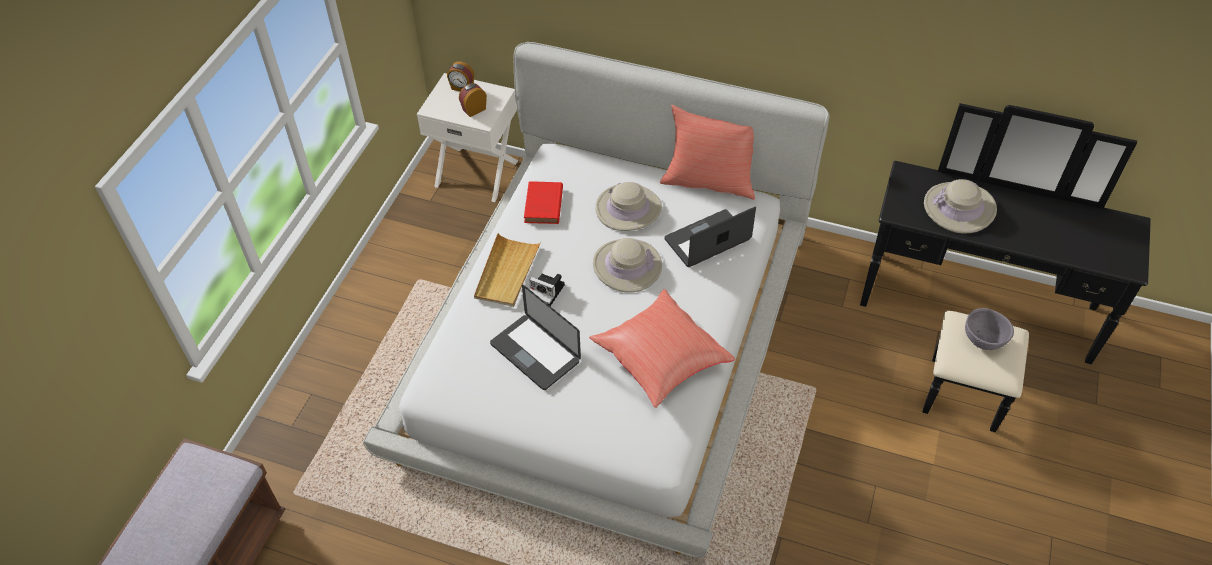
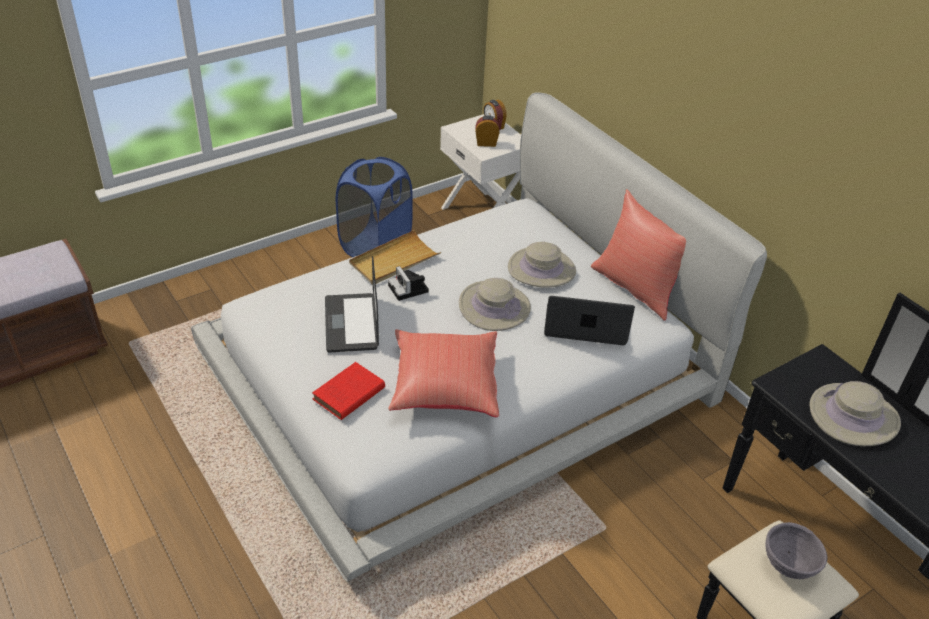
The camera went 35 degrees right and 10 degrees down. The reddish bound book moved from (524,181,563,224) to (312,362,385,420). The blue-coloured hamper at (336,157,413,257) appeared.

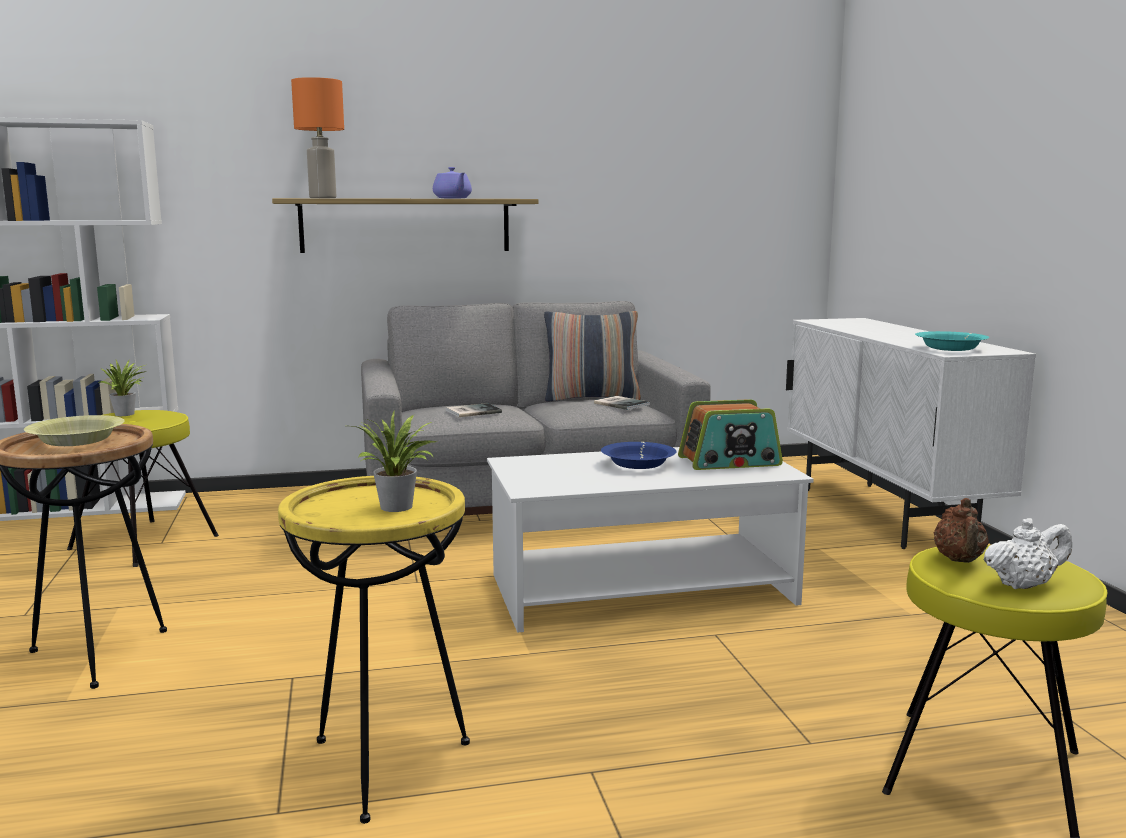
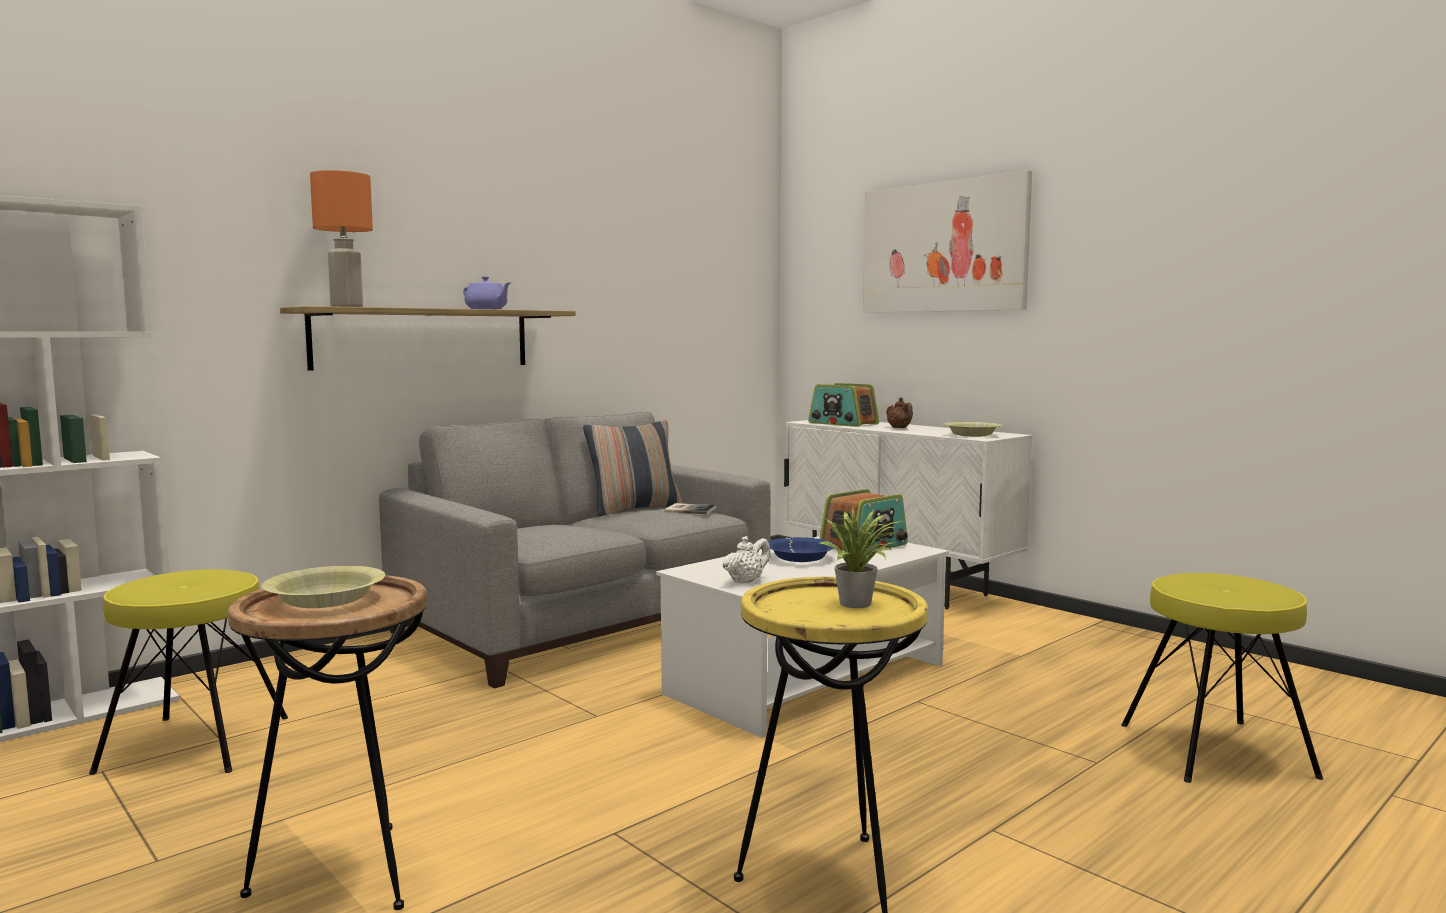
The camera went 30 degrees left and 5 degrees down. The houseplant at (98,360,146,416) disappeared. The bound book at (446,403,502,417) disappeared. The blue-green serving bowl at (915,331,989,351) became the yellow-coloured serving bowl at (944,422,1002,437). The brownish pot for tea moved from (934,498,989,563) to (886,397,913,428). The whitish pot for tea moved from (984,518,1072,589) to (723,536,771,584). The radio at (808,383,879,427) appeared. The wall art at (863,170,1032,313) appeared.

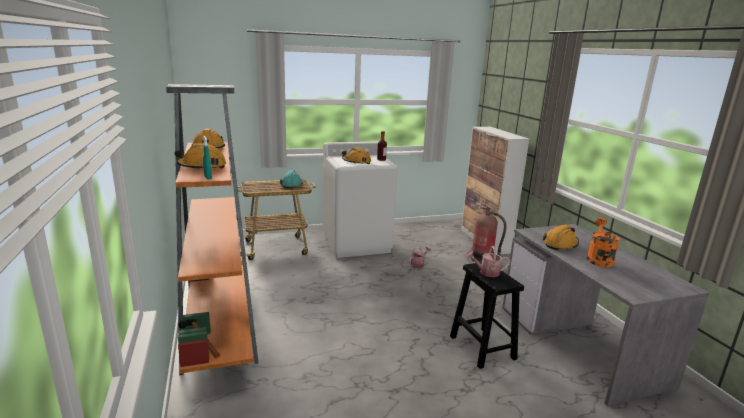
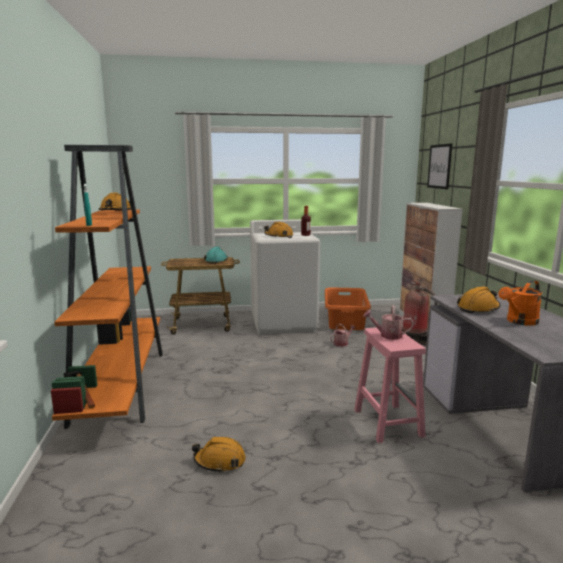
The camera went 10 degrees right and 5 degrees down. The orangey hard hat moved from (175,143,226,170) to (192,437,246,473). The black-coloured stool seat at (450,262,524,369) became the pink-coloured stool seat at (354,327,426,443). The orangey watering pot at (587,218,620,267) turned 150 degrees counterclockwise. The orangey hamper at (325,287,371,330) appeared. The wall art at (427,143,452,189) appeared.

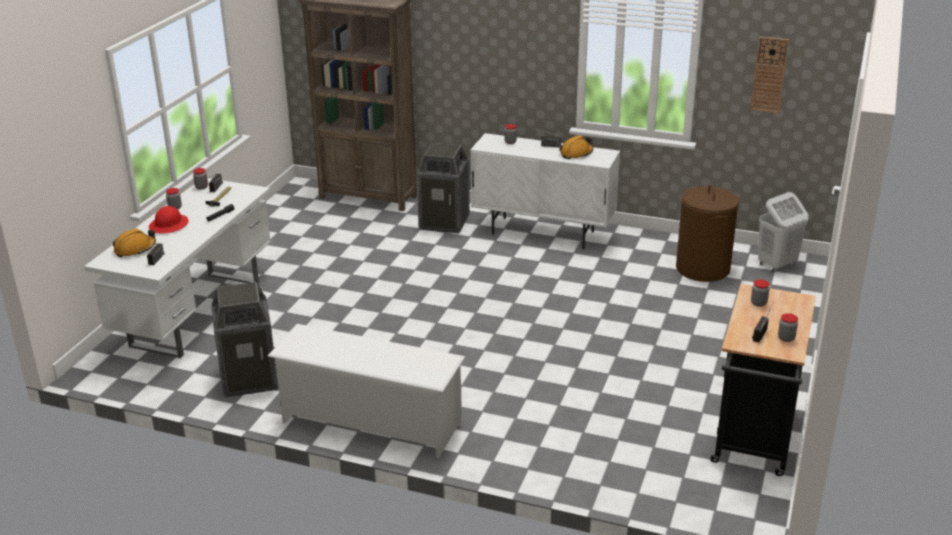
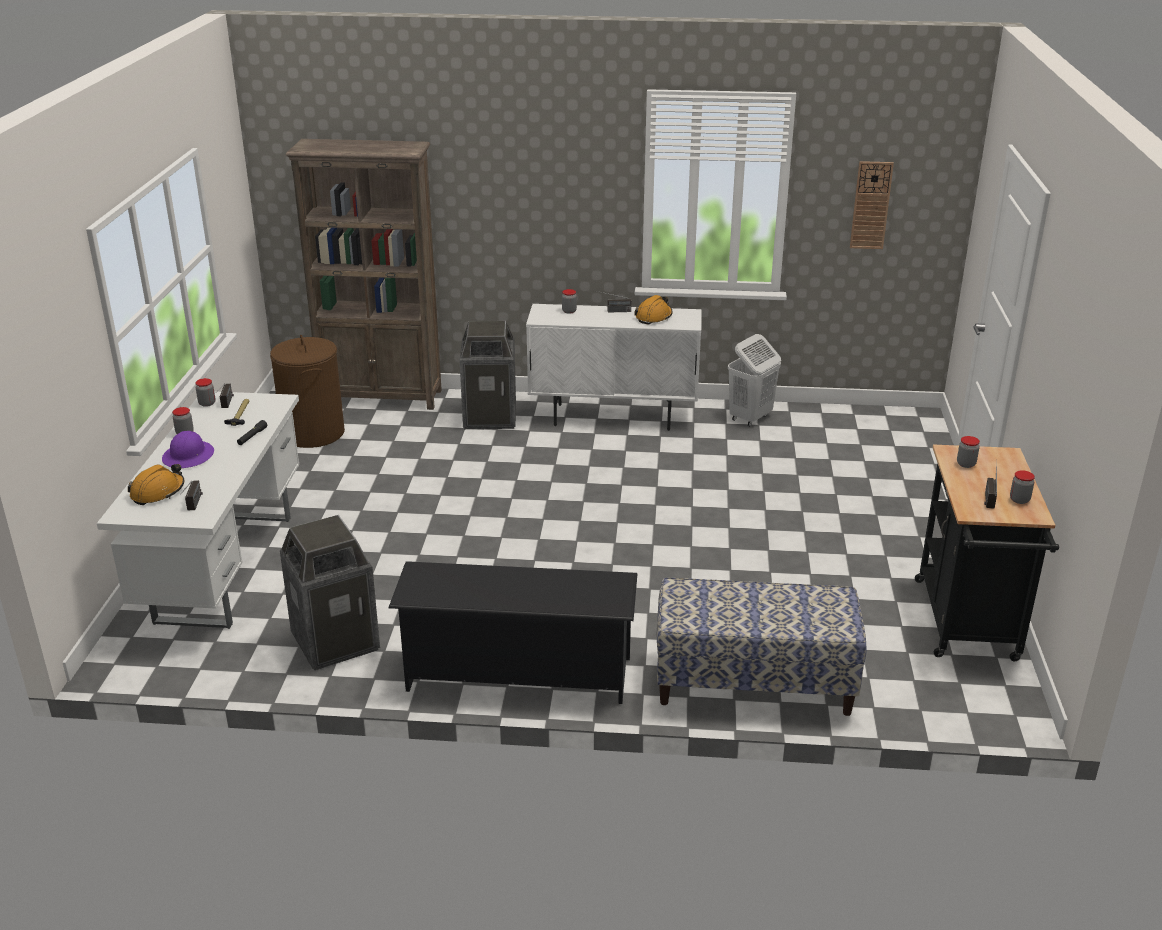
The camera went 15 degrees left and 0 degrees up. The reddish hard hat at (149,206,189,234) became the purple-coloured hard hat at (162,431,214,468). The whitish shoe stand at (268,324,465,458) became the black-coloured shoe stand at (388,561,637,704). The brownish hamper moved from (676,185,739,282) to (270,335,345,448). The whitish hamper moved from (758,192,809,272) to (728,334,781,426). The long seat at (657,578,867,716) appeared.

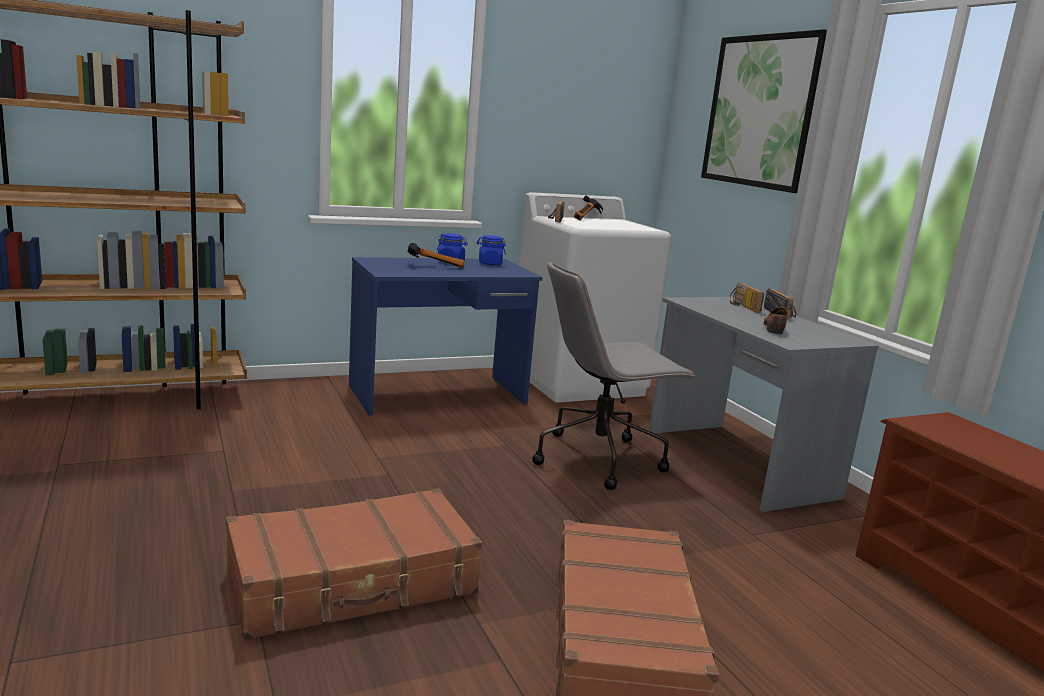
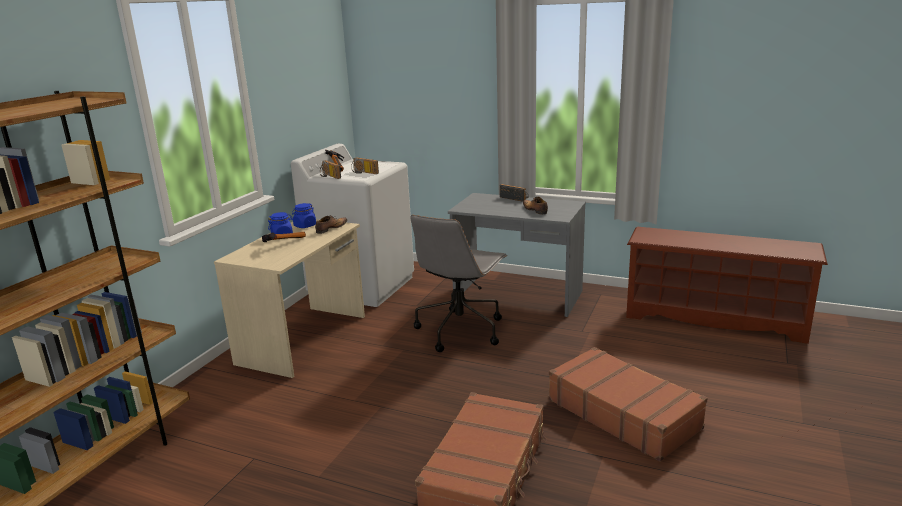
The camera went 40 degrees left and 5 degrees up. The blue-coloured desk table at (349,257,543,416) became the sand-coloured desk table at (214,219,365,378). The wall art at (701,29,827,193) disappeared. The radio moved from (730,283,764,313) to (351,157,379,174). The item of footwear at (315,215,348,234) appeared.

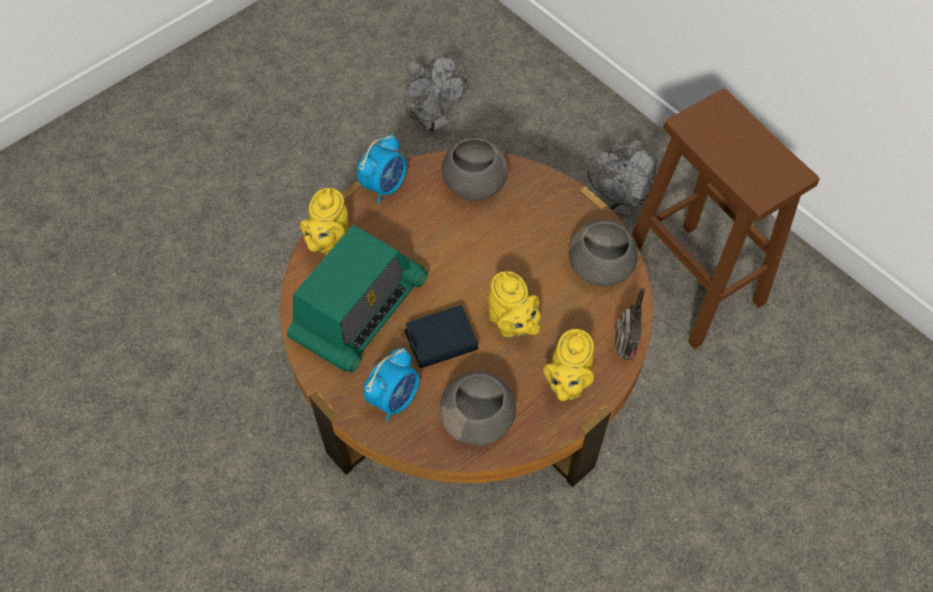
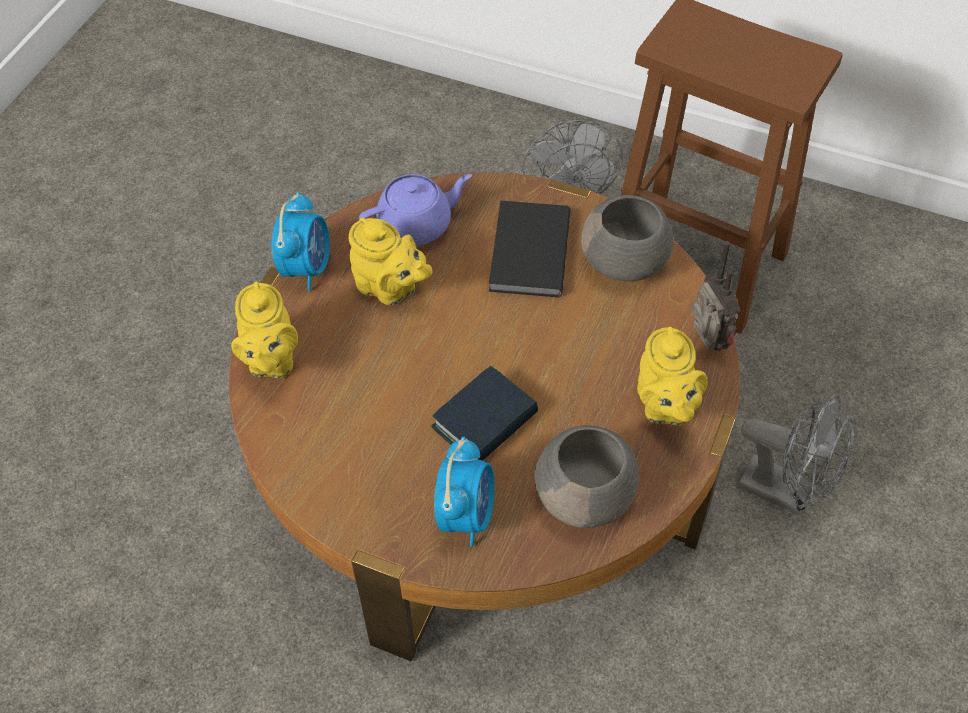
The camera went 25 degrees left and 5 degrees down. The radio at (287,225,428,373) disappeared. The grey cooling fan moved from (404,55,467,135) to (738,394,853,515). The grey serving bowl at (441,138,508,201) was replaced by the purple-coloured pot for tea at (359,174,472,246). The yellow-coloured pot for tea moved from (488,271,541,339) to (349,218,432,305). The black-coloured bound book at (489,201,570,297) appeared.

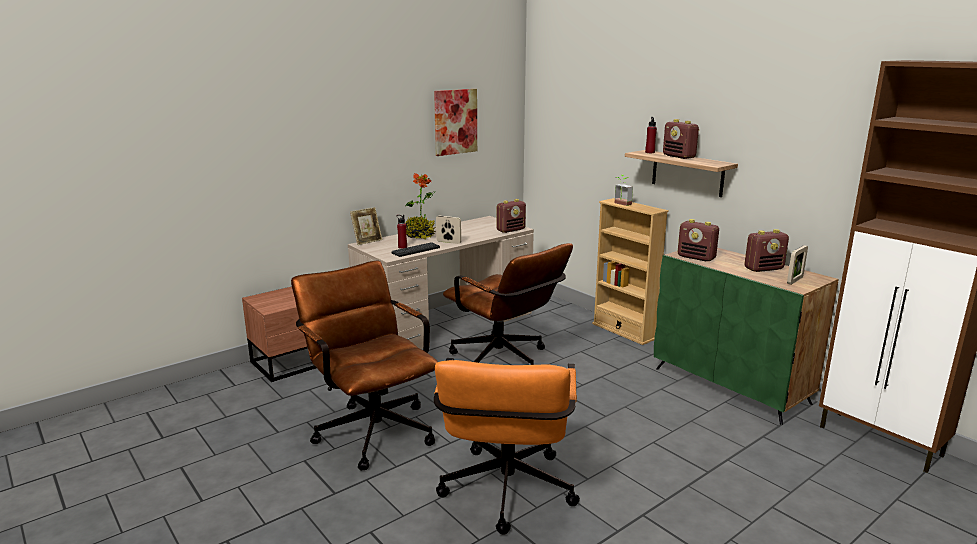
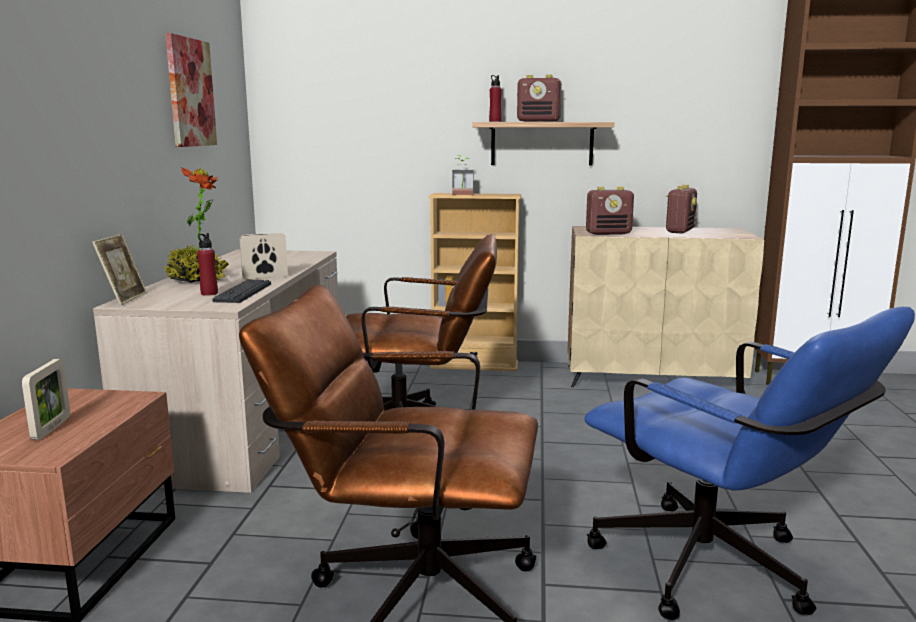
The camera went 45 degrees left and 5 degrees down. The orangey computer chair at (434,358,580,535) became the blue-coloured computer chair at (584,307,915,620). The radio at (496,199,526,233) disappeared. The green storage cabinet at (654,248,839,425) became the sand-coloured storage cabinet at (567,226,764,394). The picture frame moved from (787,245,808,285) to (22,359,70,440).

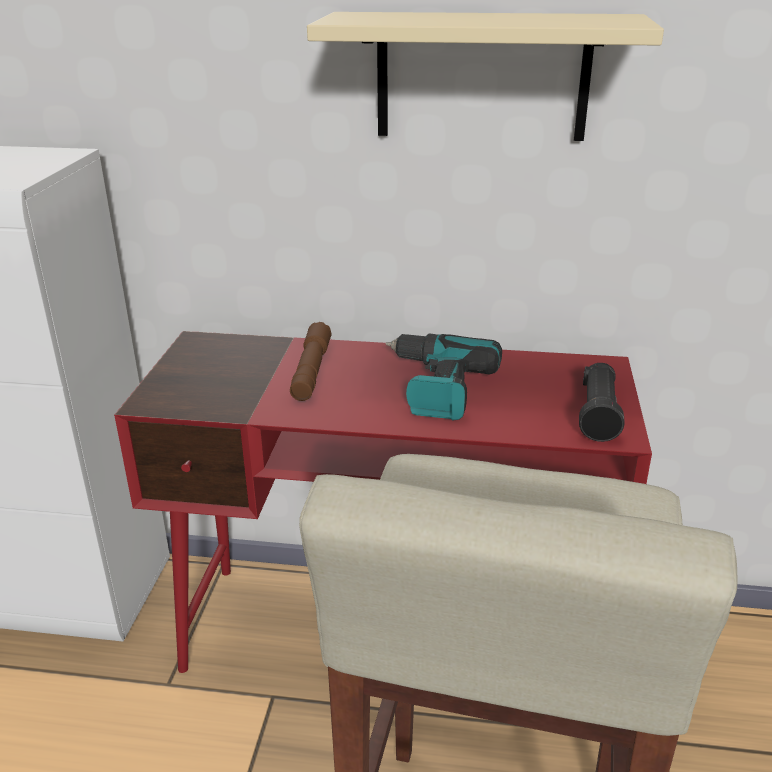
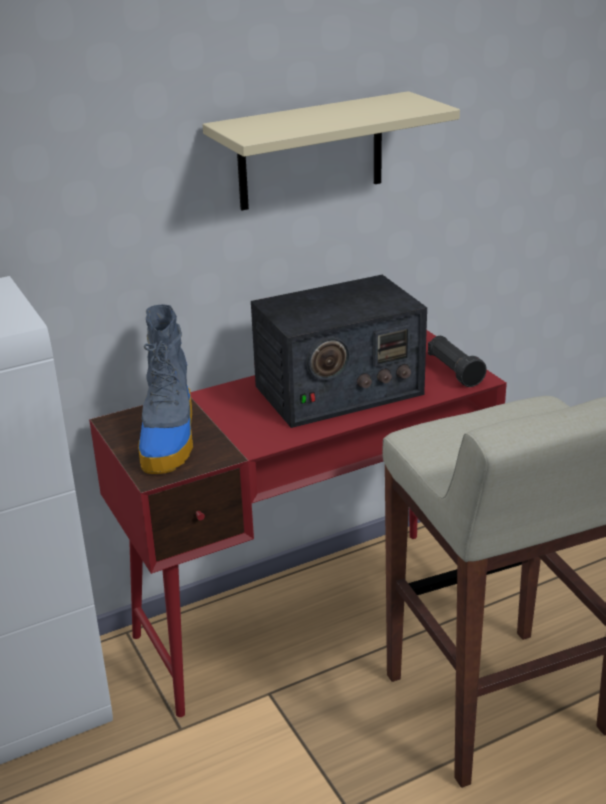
The camera went 35 degrees left and 0 degrees up. The brownish hand torch at (290,322,332,401) disappeared. The power drill at (386,333,502,420) was replaced by the radio at (251,275,427,428). The boot at (138,304,193,474) appeared.

